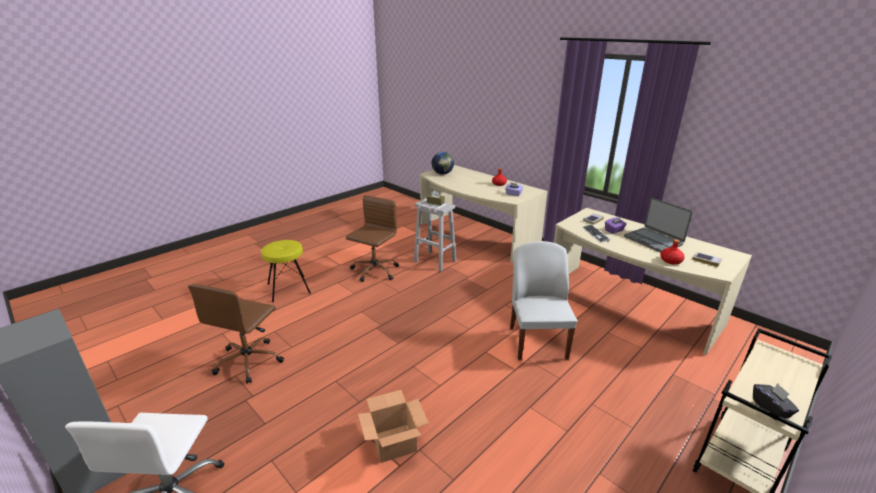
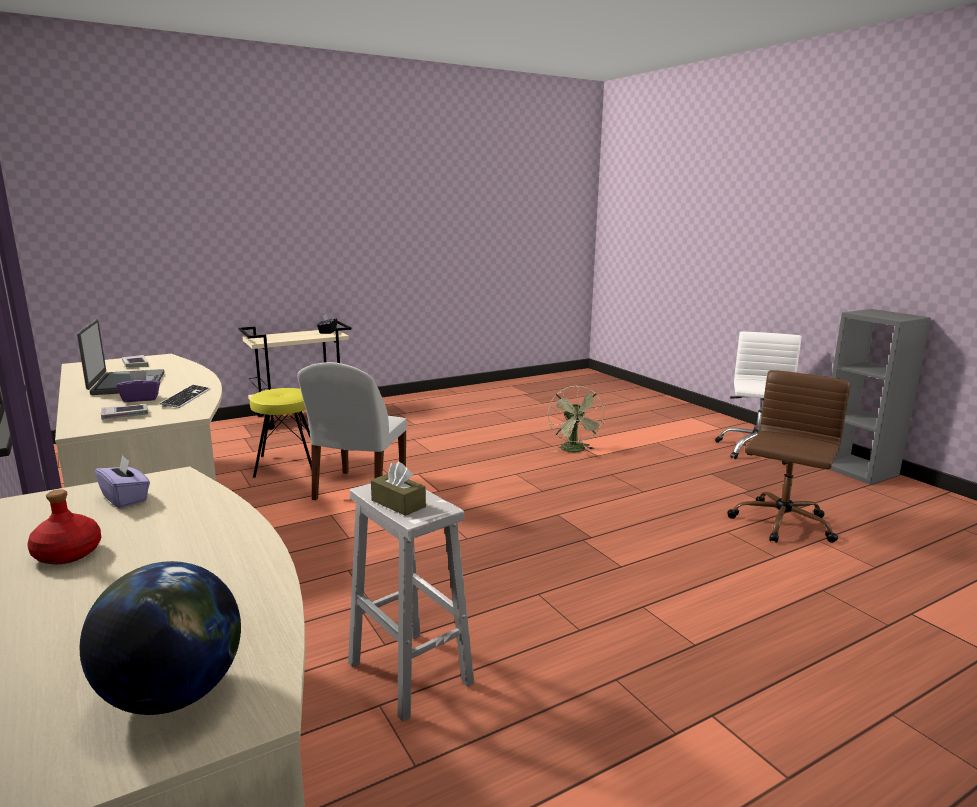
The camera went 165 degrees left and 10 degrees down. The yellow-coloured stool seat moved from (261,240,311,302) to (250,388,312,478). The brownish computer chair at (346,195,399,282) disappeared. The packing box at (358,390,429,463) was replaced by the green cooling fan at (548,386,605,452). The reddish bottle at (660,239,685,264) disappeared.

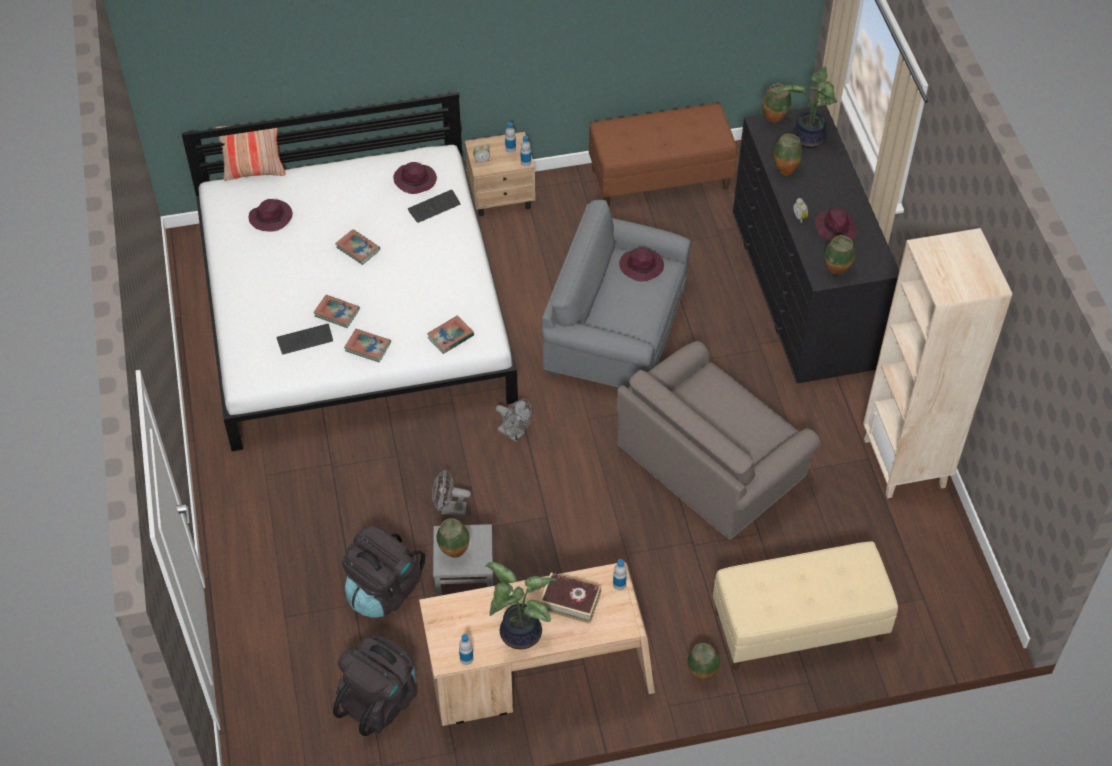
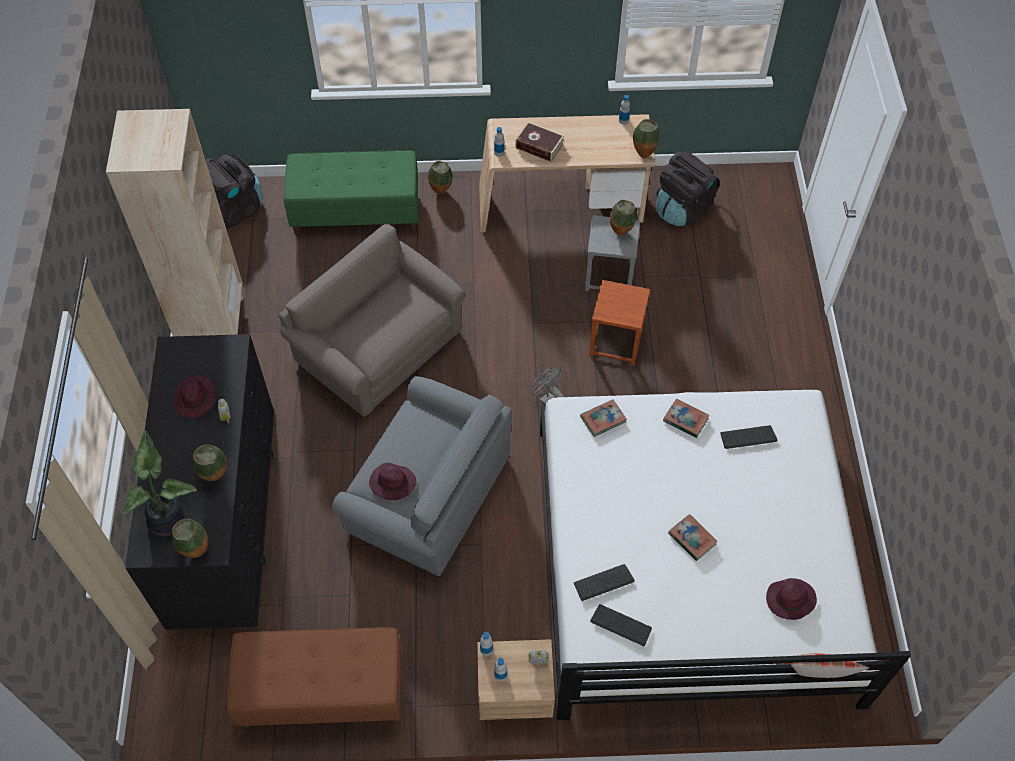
The camera went 170 degrees left and 5 degrees up. The bound book at (313,295,360,328) disappeared. The black-coloured backpack moved from (342,527,425,618) to (205,155,263,229). The purple-coloured wearable hat at (393,162,437,194) was replaced by the PC keyboard at (590,604,652,646). The grey cooling fan at (432,469,471,515) was replaced by the brownish stool seat at (589,280,650,365). The houseplant at (485,562,557,649) disappeared. The grey armchair at (616,341,821,541) turned 105 degrees counterclockwise. The sand-coloured long seat at (713,541,898,670) became the green long seat at (284,150,418,236). The vase moved from (825,235,856,275) to (633,119,659,158).

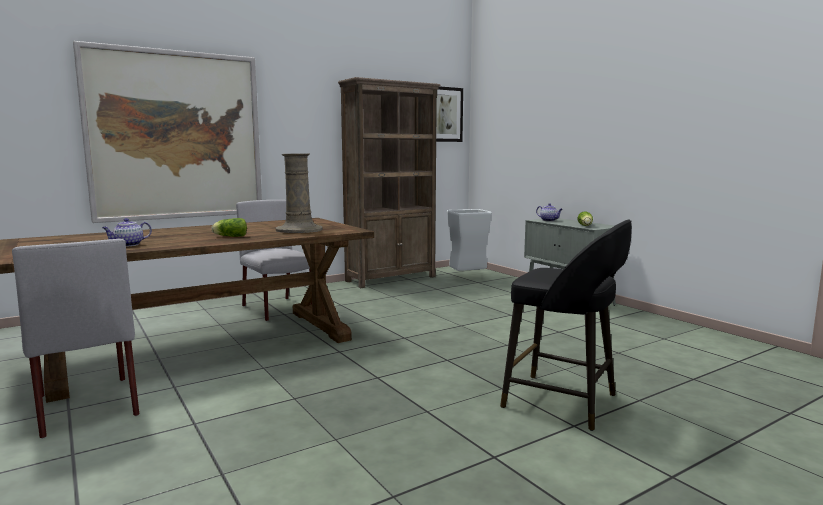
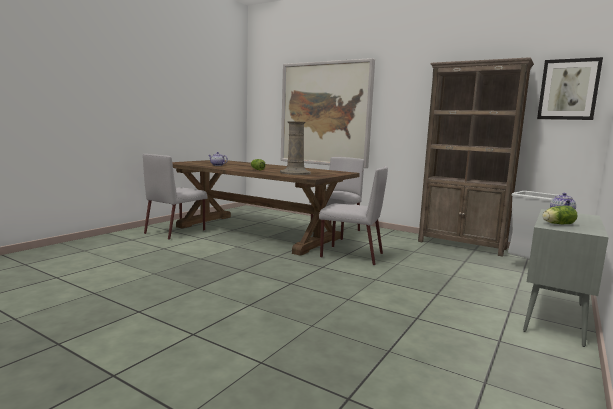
The camera went 65 degrees right and 0 degrees up. The black-coloured stool seat at (500,220,632,431) disappeared. The grey chair at (319,166,388,265) appeared.

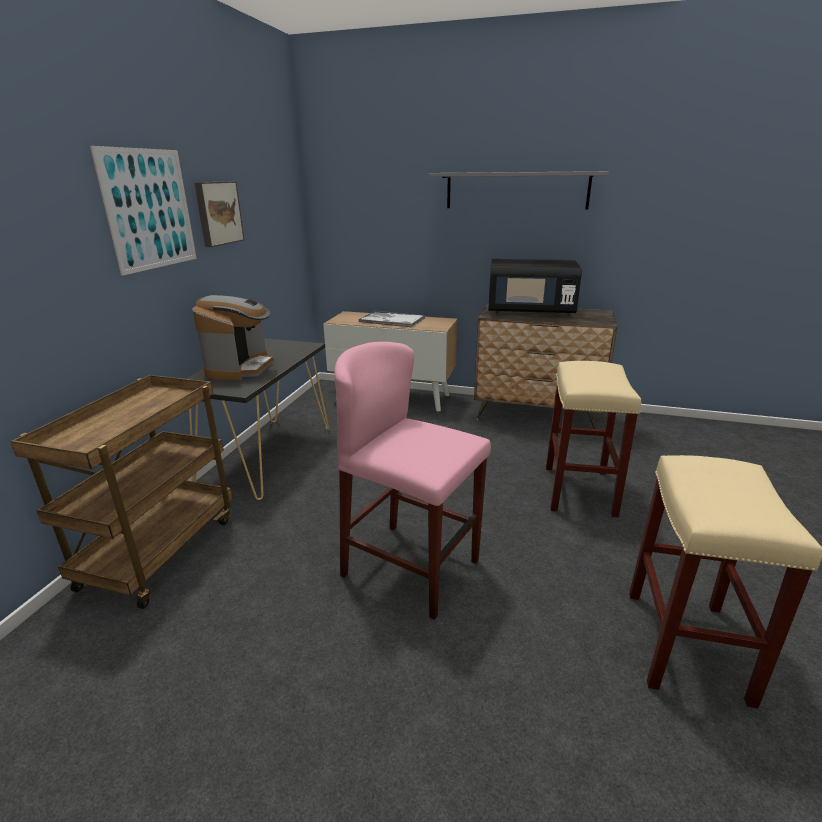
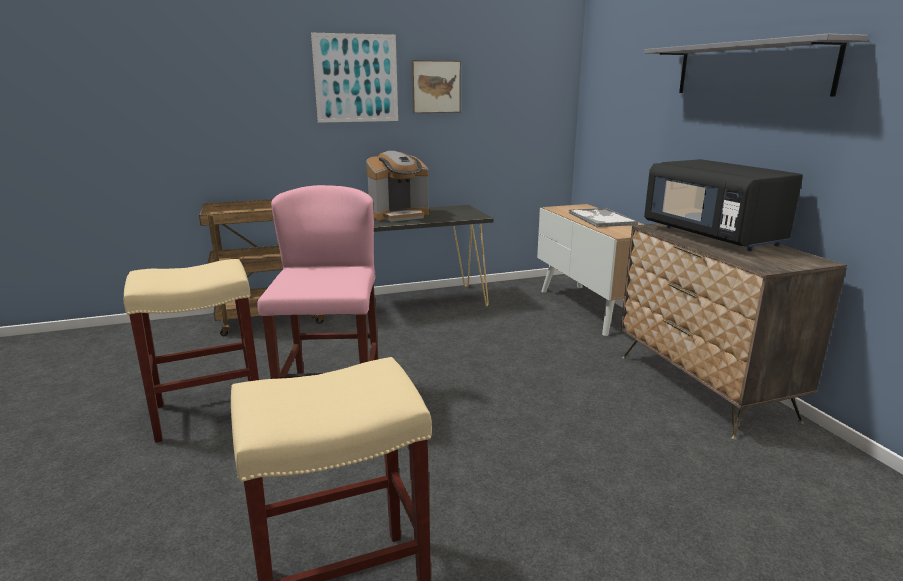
The camera went 55 degrees right and 5 degrees down. The sand-coloured stool seat moved from (546,361,641,517) to (124,259,259,443).

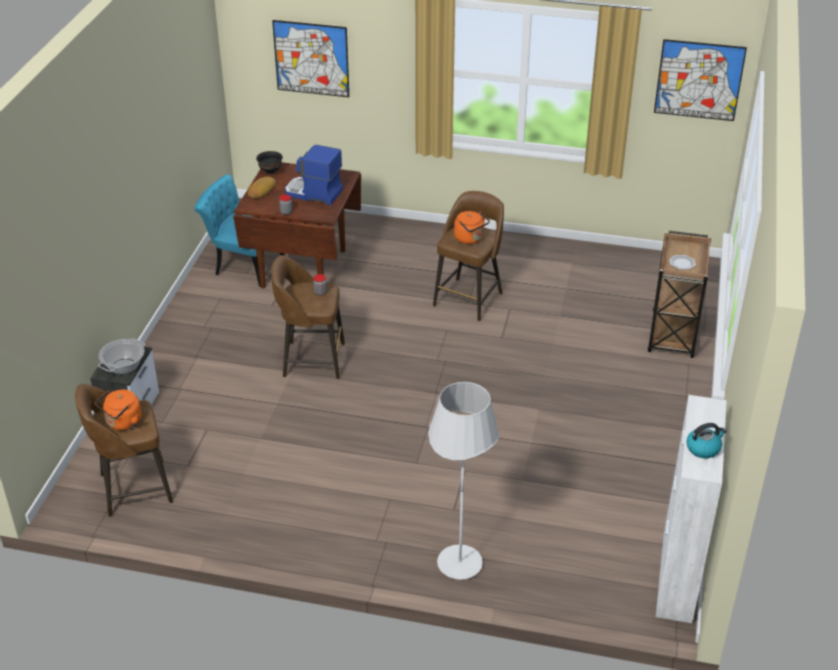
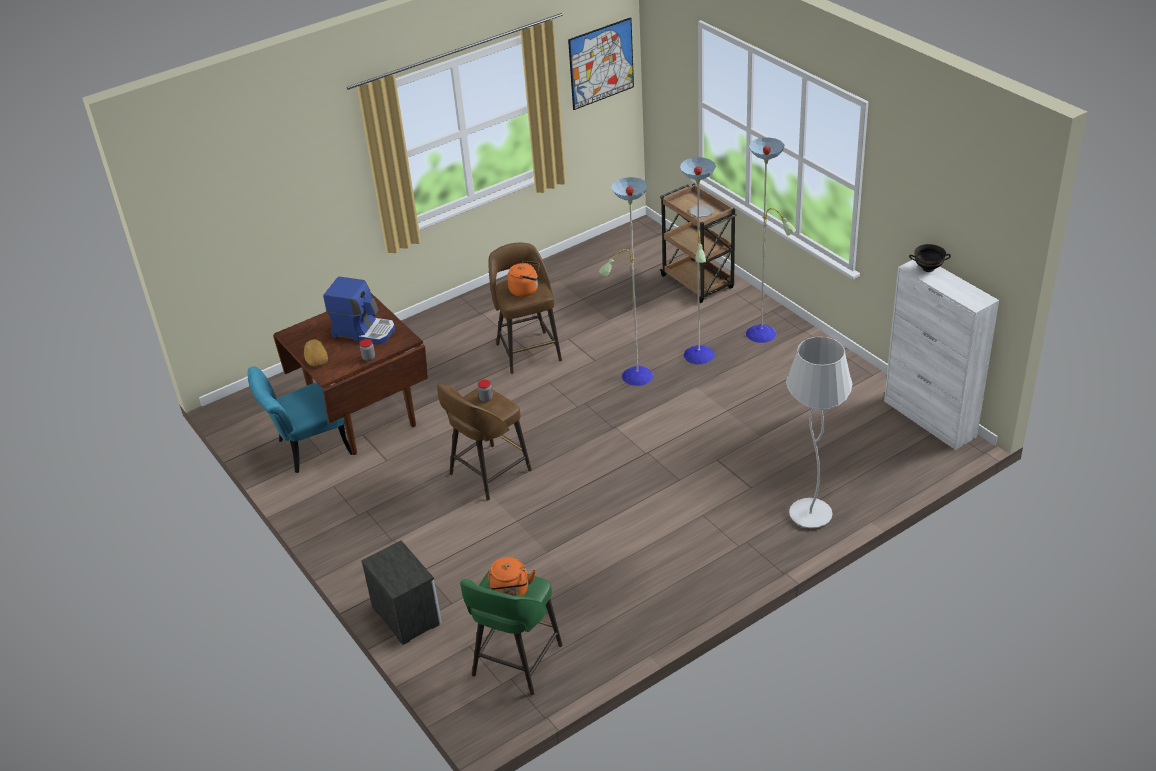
The camera went 45 degrees left and 0 degrees up. The brownish stool seat at (75,384,173,517) became the green stool seat at (460,571,562,695). The stockpot at (98,339,145,374) disappeared. The black-coloured serving bowl moved from (256,151,283,174) to (909,244,951,272). The wall art at (272,20,349,97) disappeared. The coffee brewer at (285,145,343,205) turned 135 degrees counterclockwise. The water kettle at (686,423,727,458) disappeared. The standing lamp at (599,137,796,386) appeared.

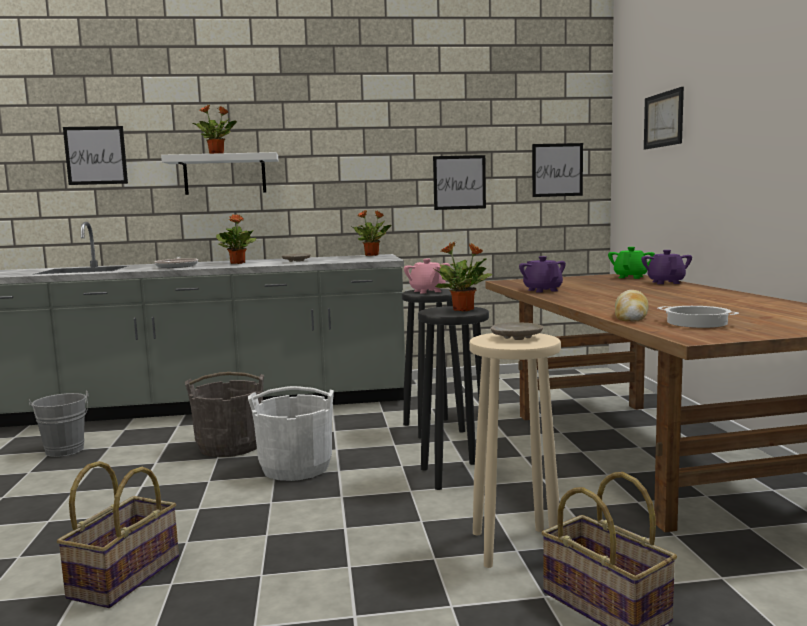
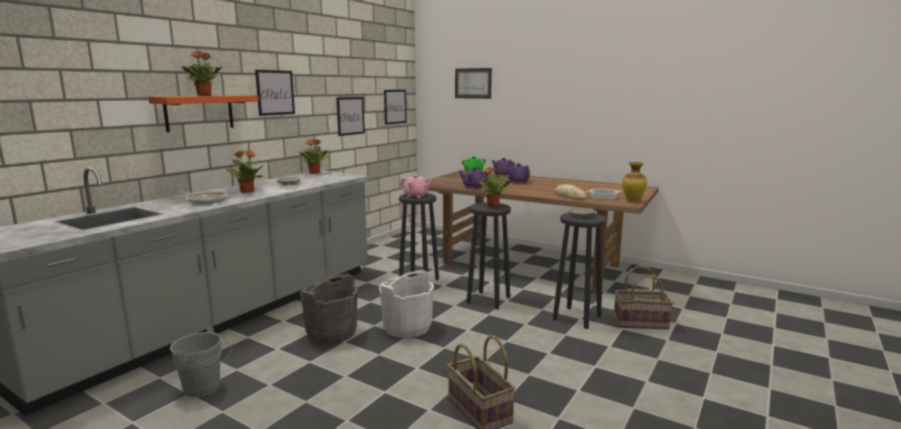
The camera went 50 degrees left and 5 degrees up. The wall art moved from (63,126,128,185) to (255,70,295,116). The whitish shelf at (161,152,278,195) became the orangey shelf at (148,95,259,132). The sand-coloured stool seat at (469,333,561,568) became the black-coloured stool seat at (553,213,606,329). The purple-coloured pot for tea at (507,163,530,184) appeared. The vase at (622,162,647,202) appeared.

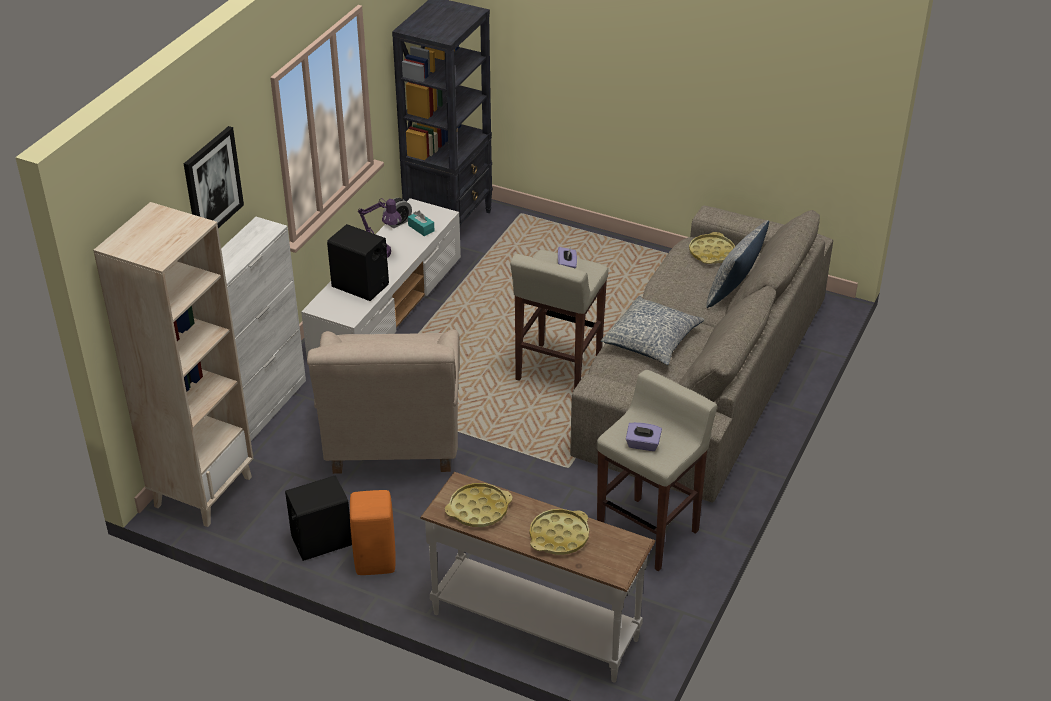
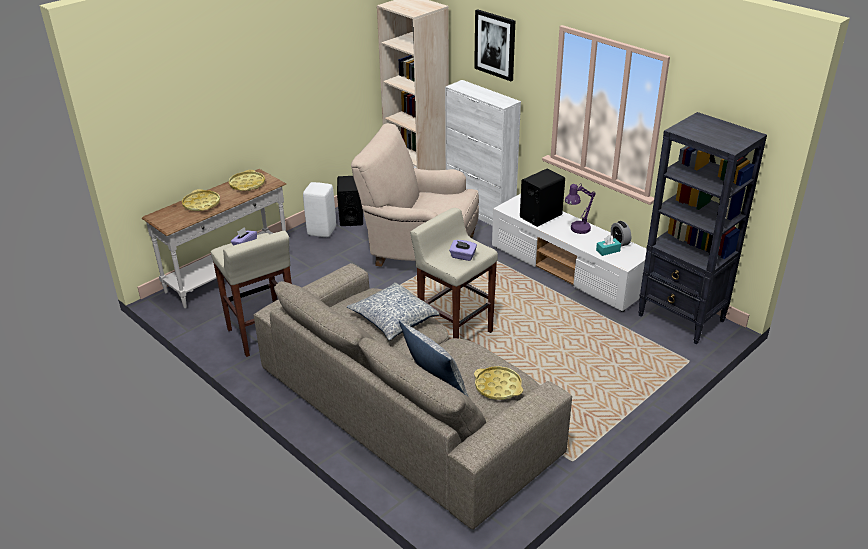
The camera went 110 degrees right and 5 degrees down. The orangey stool seat at (350,490,396,575) became the whitish stool seat at (303,182,336,237).

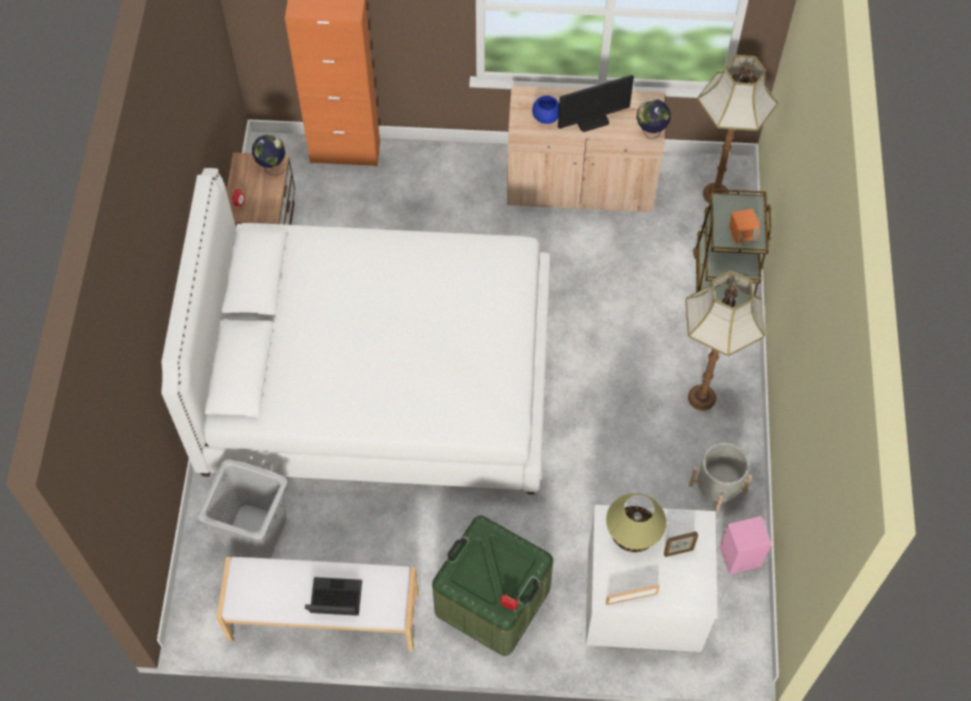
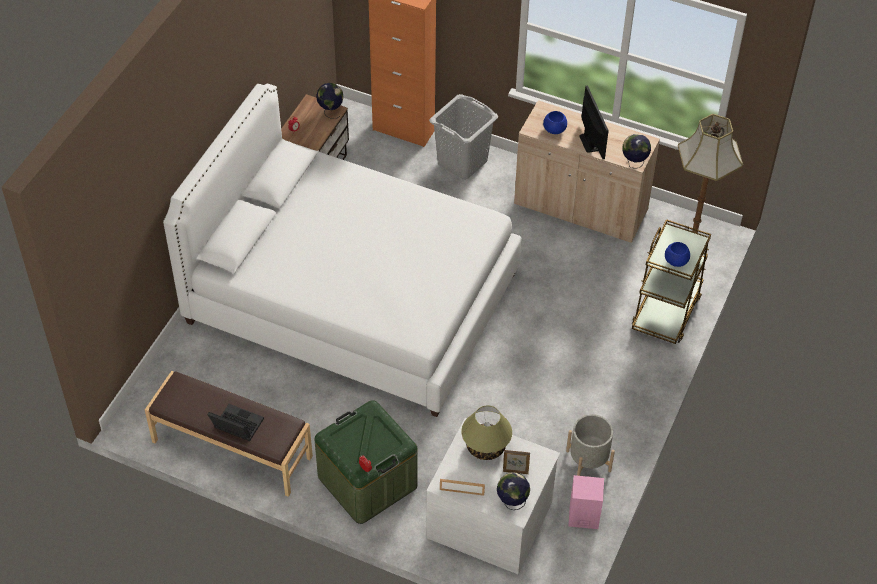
The camera went 20 degrees right and 10 degrees down. The grey hamper moved from (198,459,287,558) to (429,94,498,180). The whitish long seat at (217,557,418,651) became the brownish long seat at (145,371,313,497). The monitor at (558,75,634,132) turned 105 degrees counterclockwise. The standing lamp at (686,271,765,411) disappeared. The orangey loudspeaker at (729,209,760,244) was replaced by the blue-coloured serving bowl at (665,242,690,267). The world globe at (497,472,530,510) appeared.

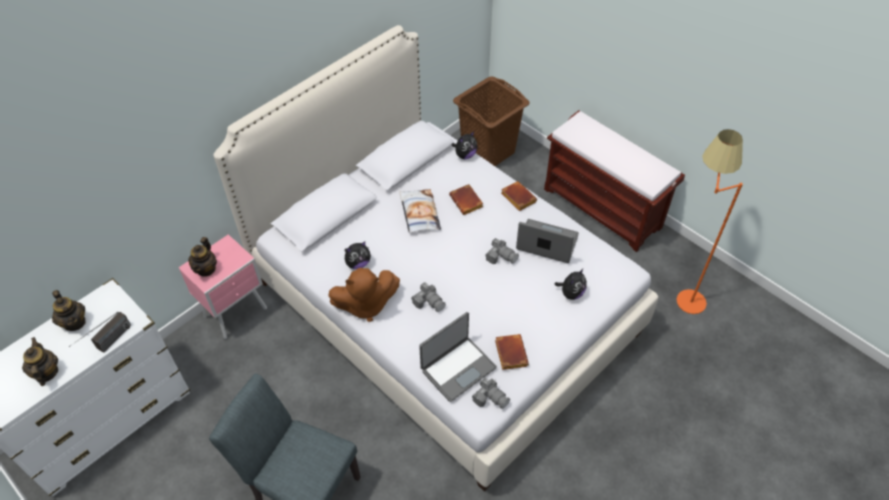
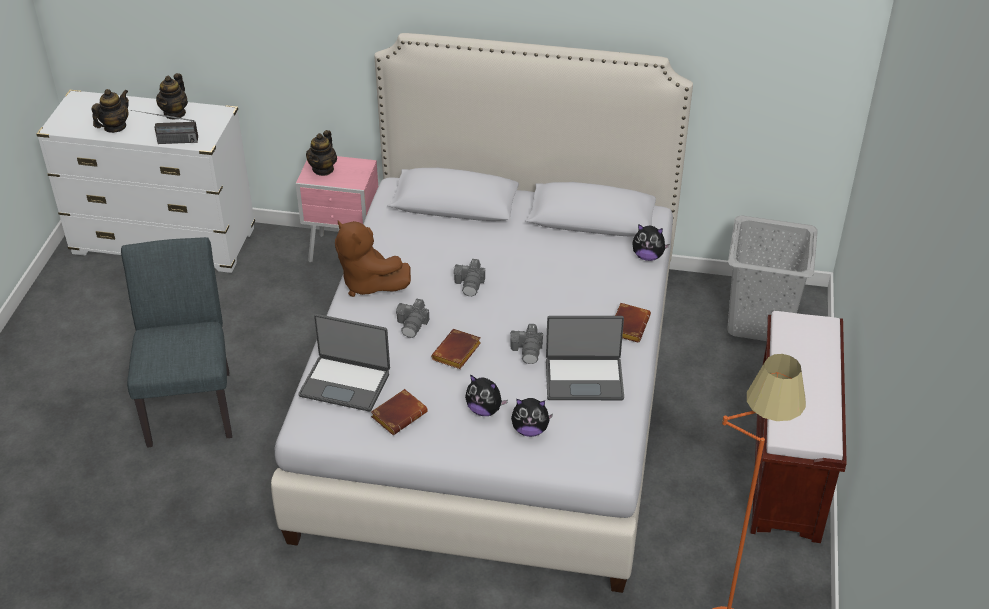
The camera went 55 degrees right and 10 degrees down. The pot for tea at (188,237,217,277) turned 45 degrees counterclockwise. The plush toy moved from (344,242,371,269) to (465,375,508,416). The pillow at (399,189,441,233) disappeared. The brownish bound book moved from (449,184,483,215) to (431,329,481,369). The brownish hamper at (453,77,530,166) became the grey hamper at (727,215,818,341). The still camera moved from (472,378,510,409) to (454,259,485,296). The portable computer at (516,219,579,263) turned 105 degrees clockwise.

